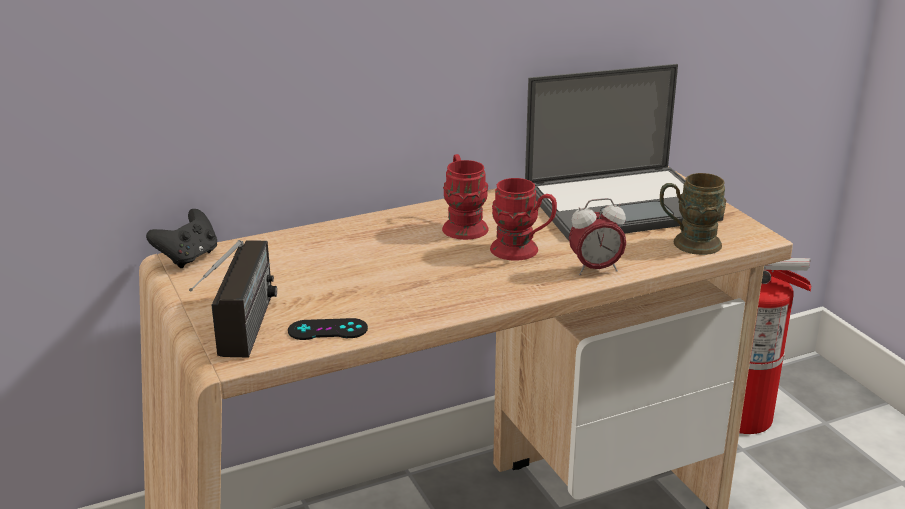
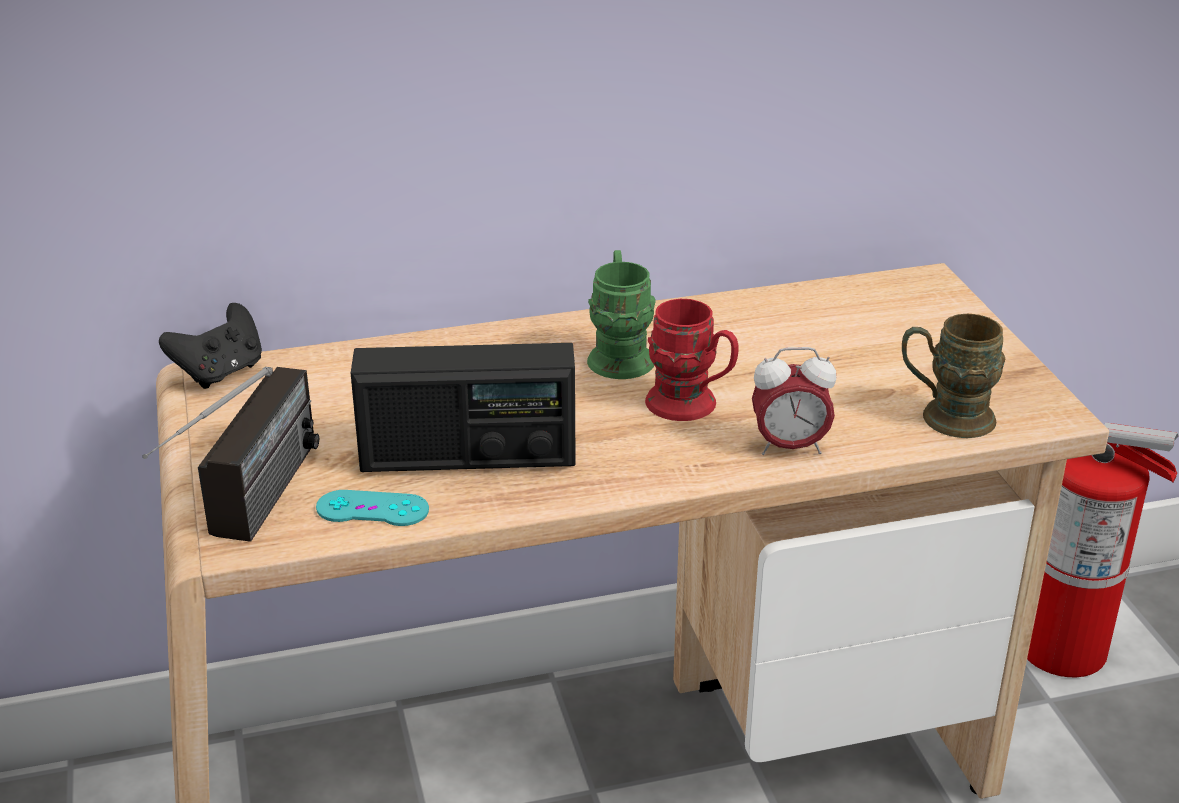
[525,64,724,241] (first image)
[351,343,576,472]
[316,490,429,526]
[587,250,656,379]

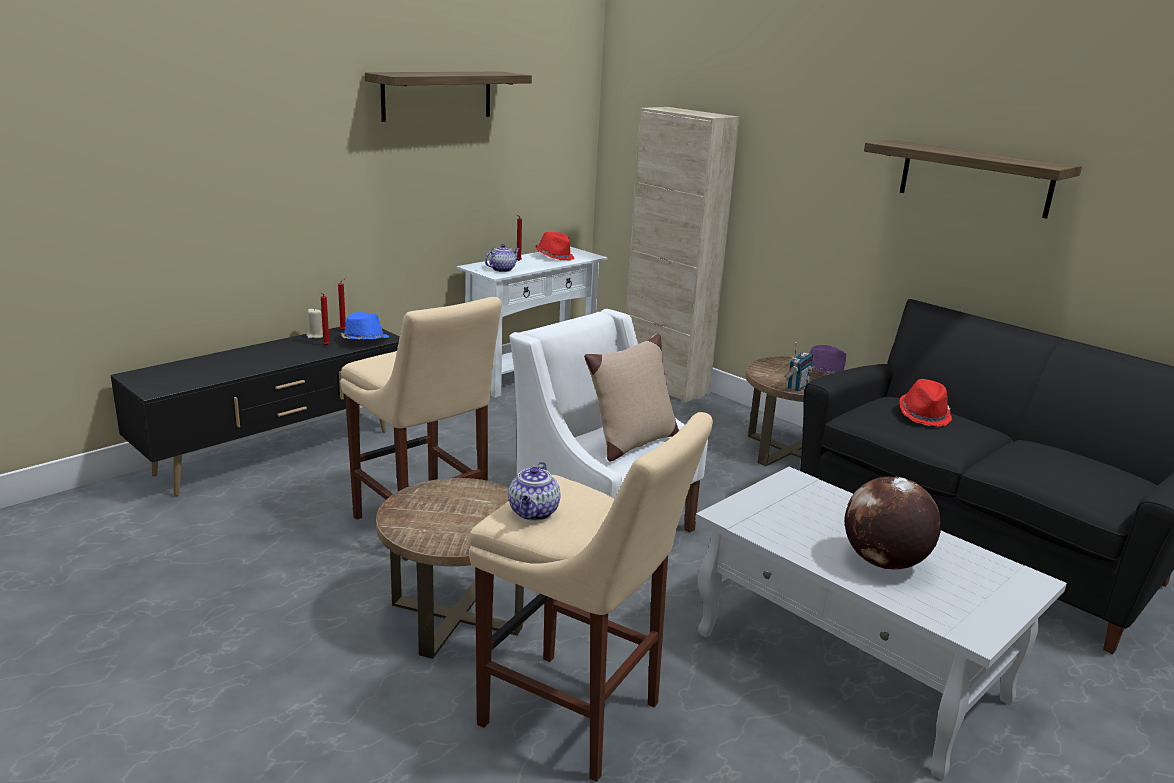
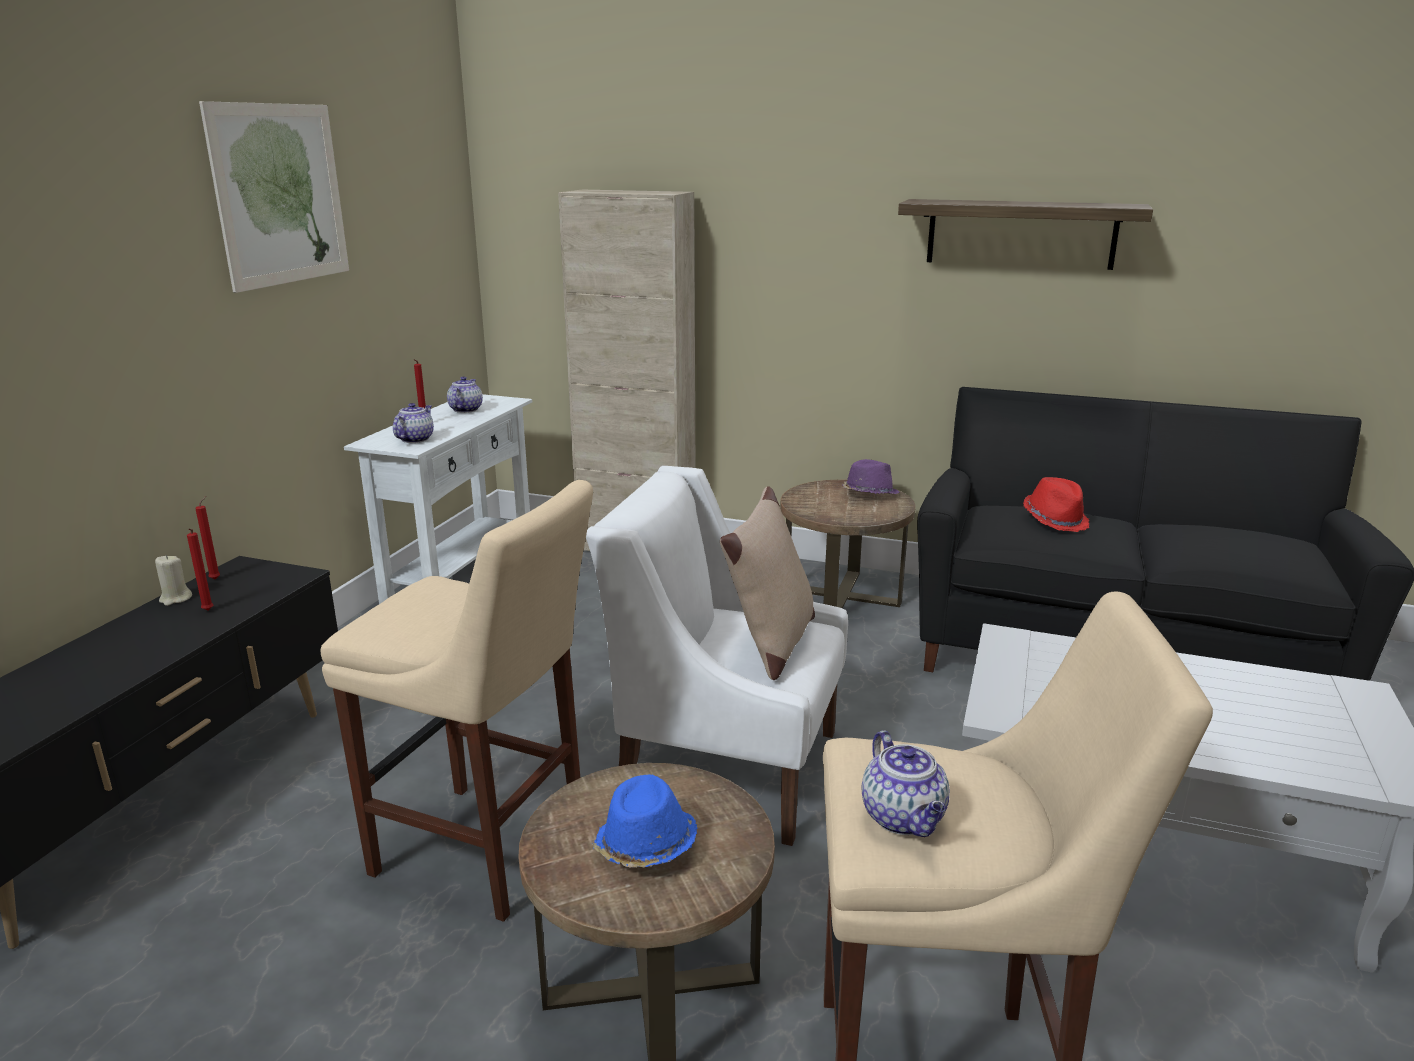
[784,342,813,392] (first image)
[845,476,941,570] (first image)
[592,774,698,868]
[199,101,349,293]
[447,376,483,413]

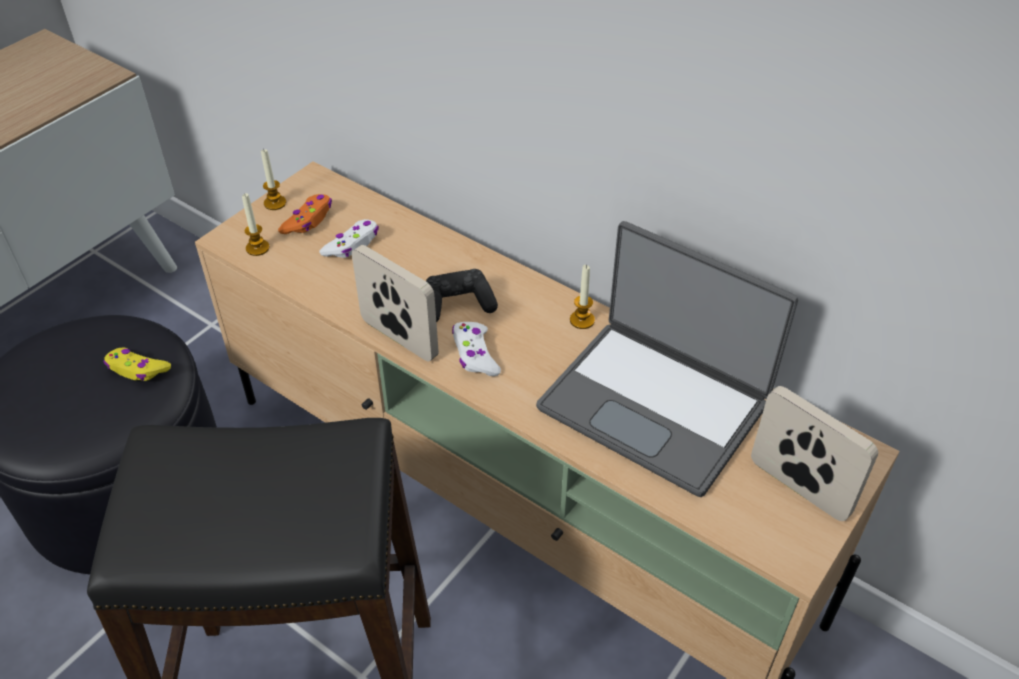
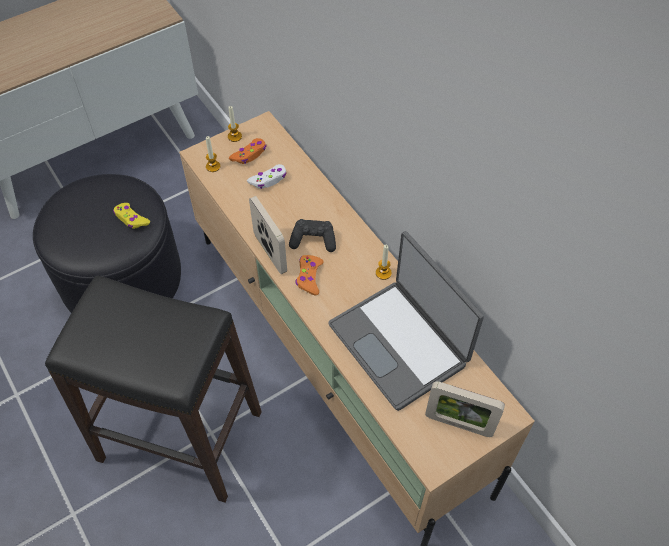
[295,255,324,296]
[425,381,505,437]

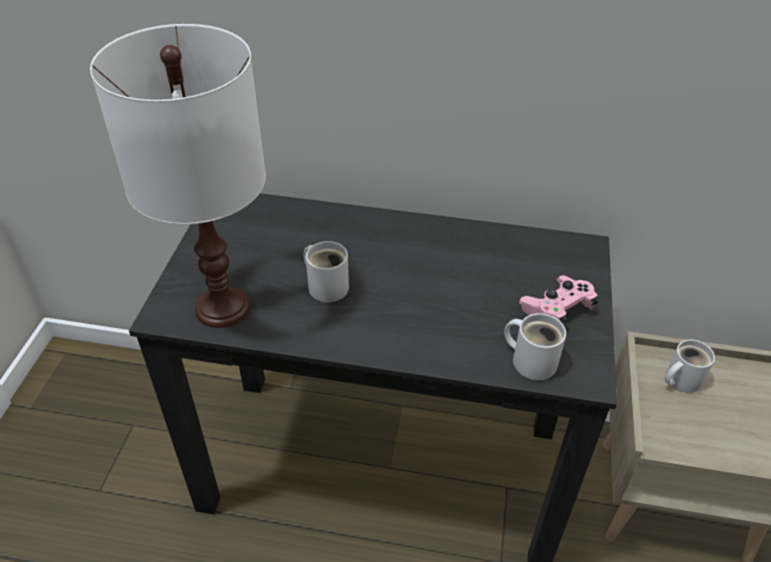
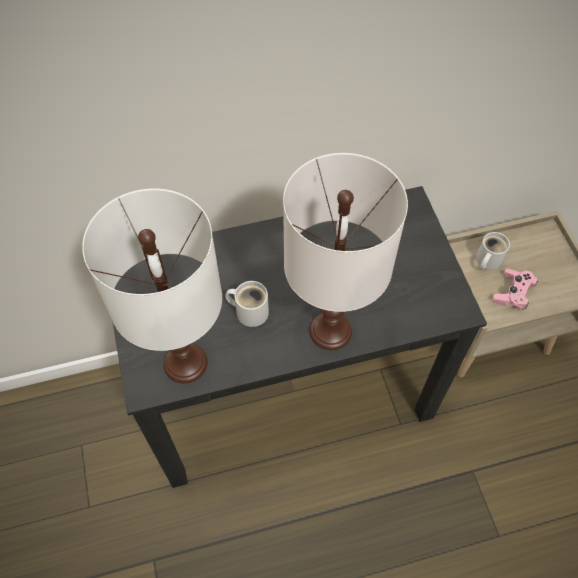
[504,313,566,380] (first image)
[283,153,408,350]
[492,269,538,310]

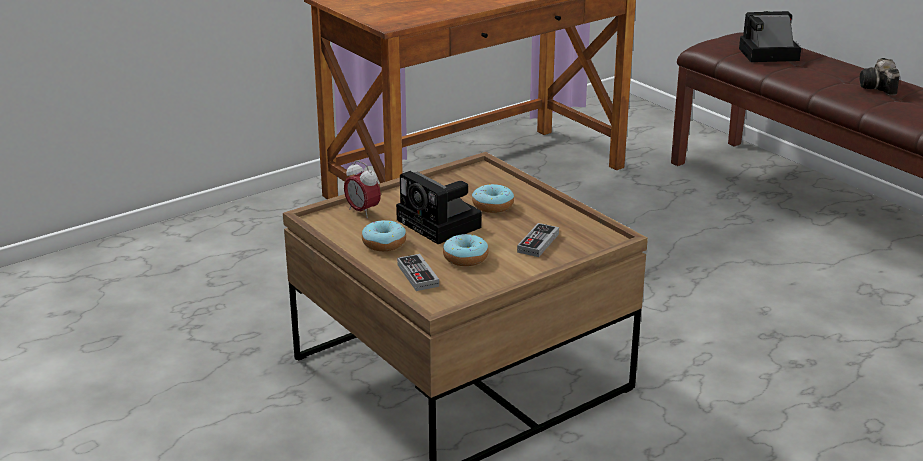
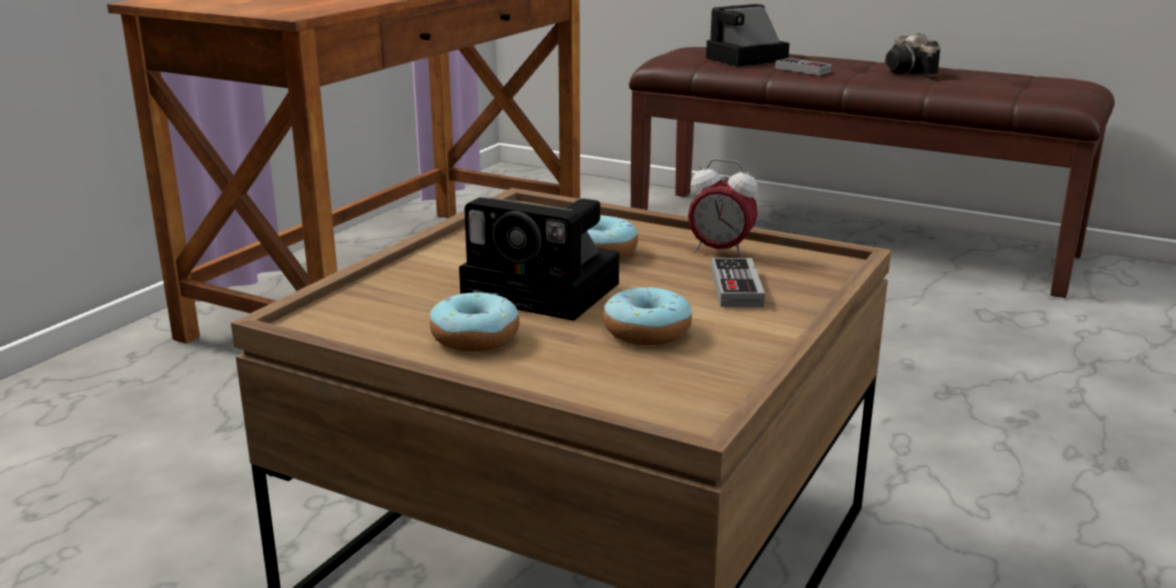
[688,159,758,258]
[775,58,832,75]

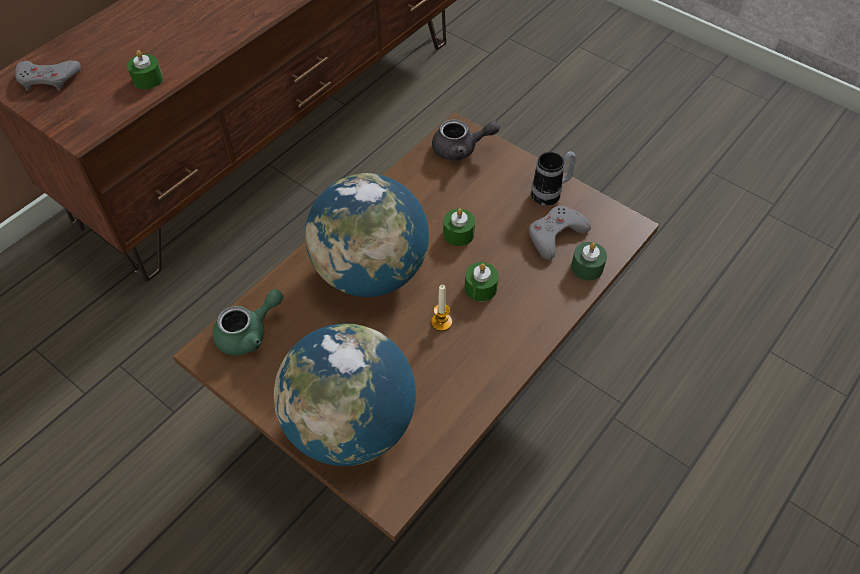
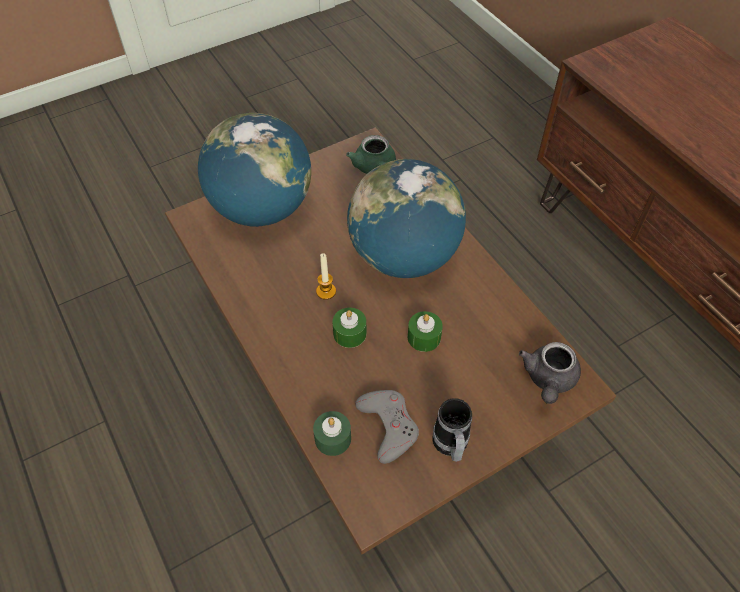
[15,60,81,91] (first image)
[127,50,163,89] (first image)

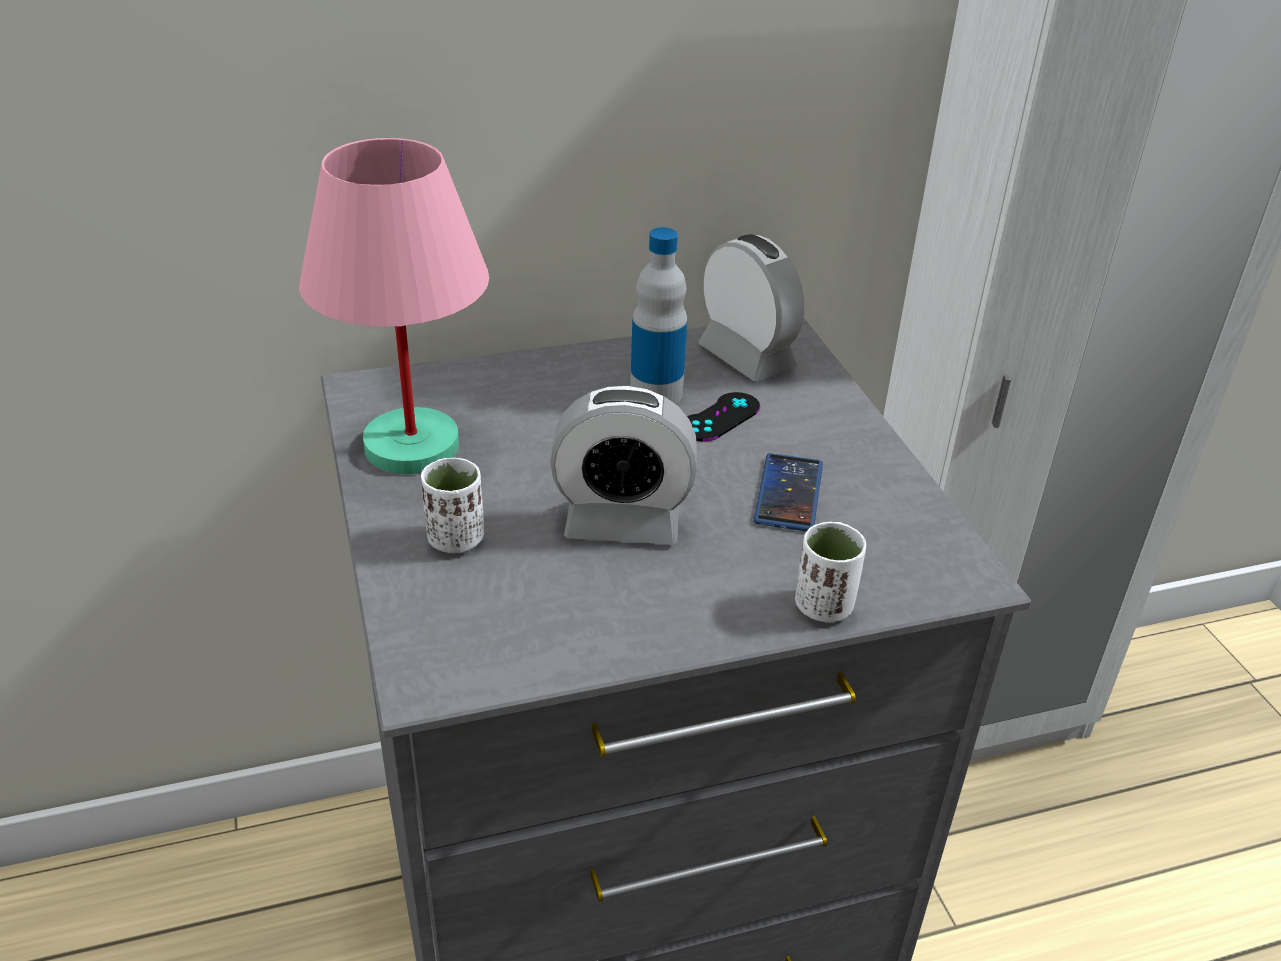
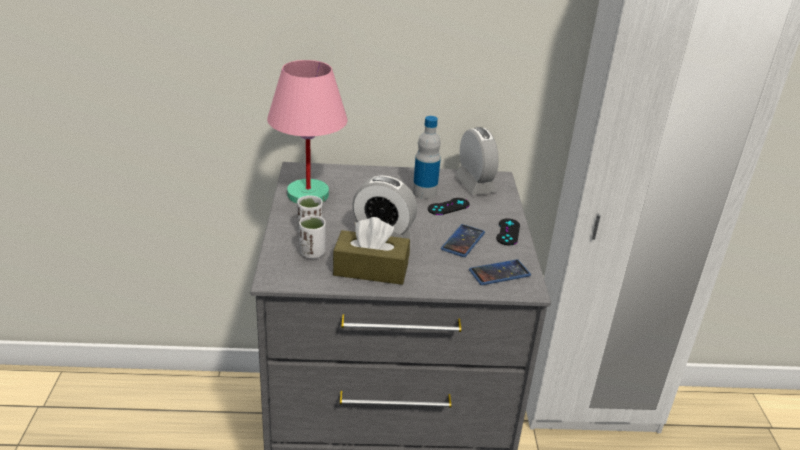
[333,217,410,285]
[469,259,531,285]
[496,218,520,245]
[299,215,326,259]

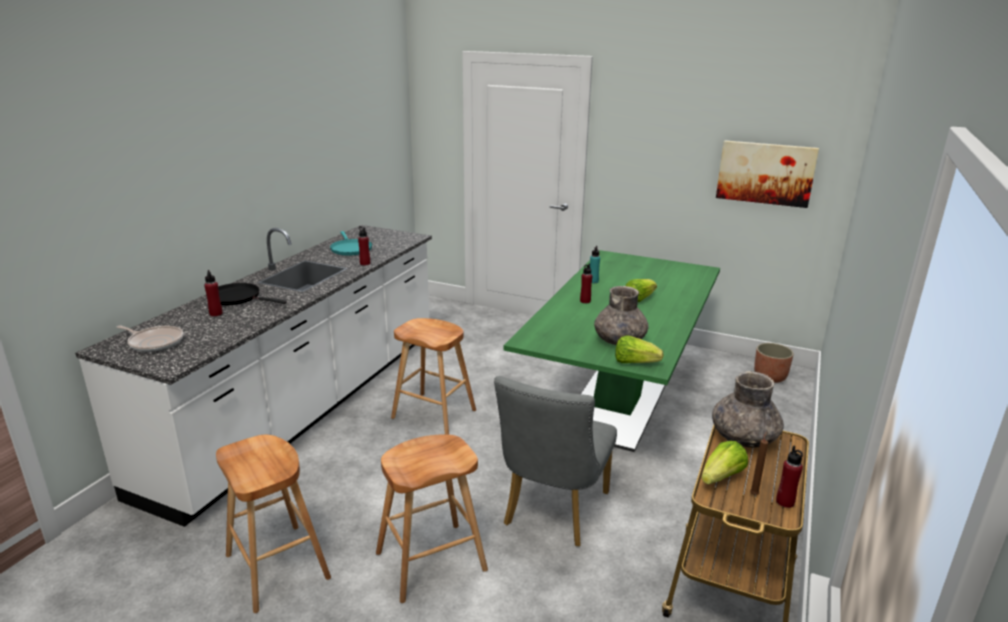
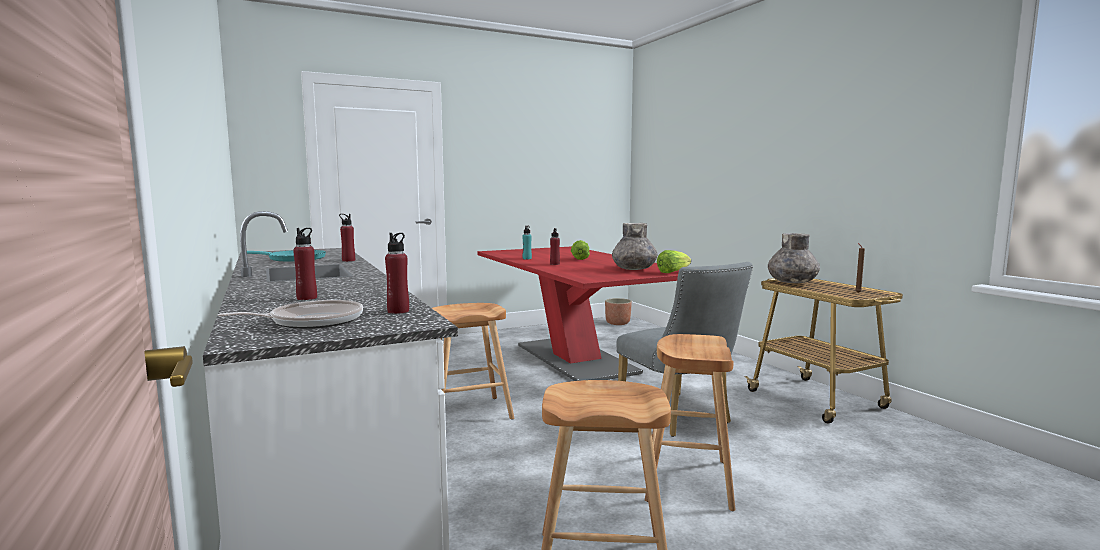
[206,283,287,305] (first image)
[701,441,748,484] (first image)
[716,140,819,208] (first image)
[385,233,409,314]
[477,246,679,381]

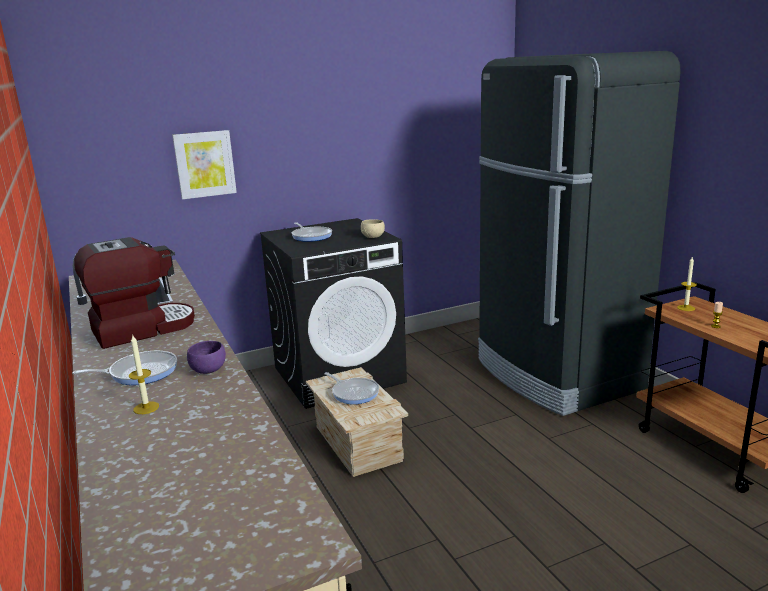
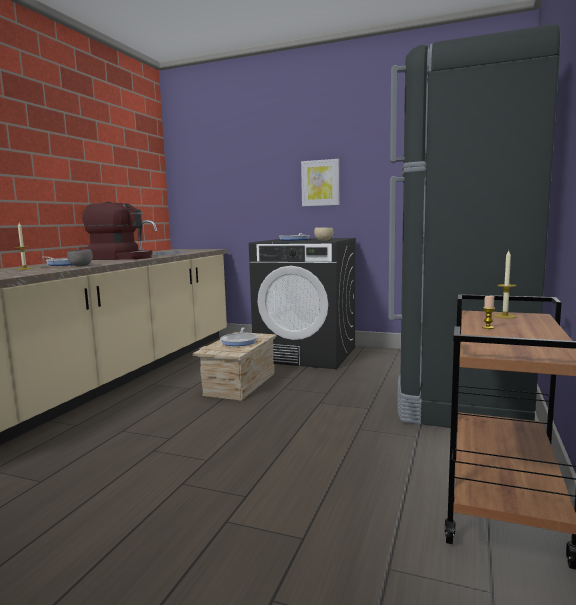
[301,159,339,206]
[67,250,93,266]

